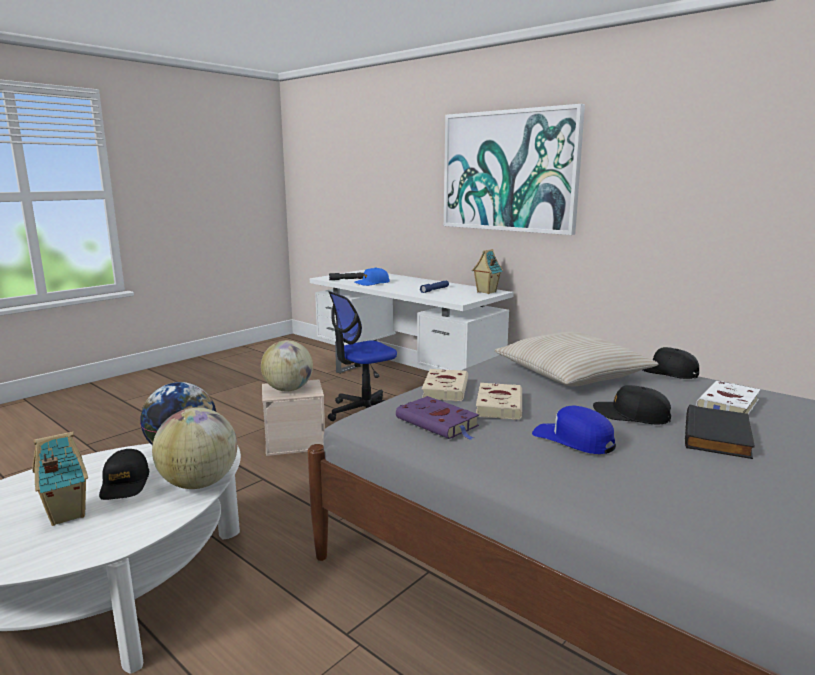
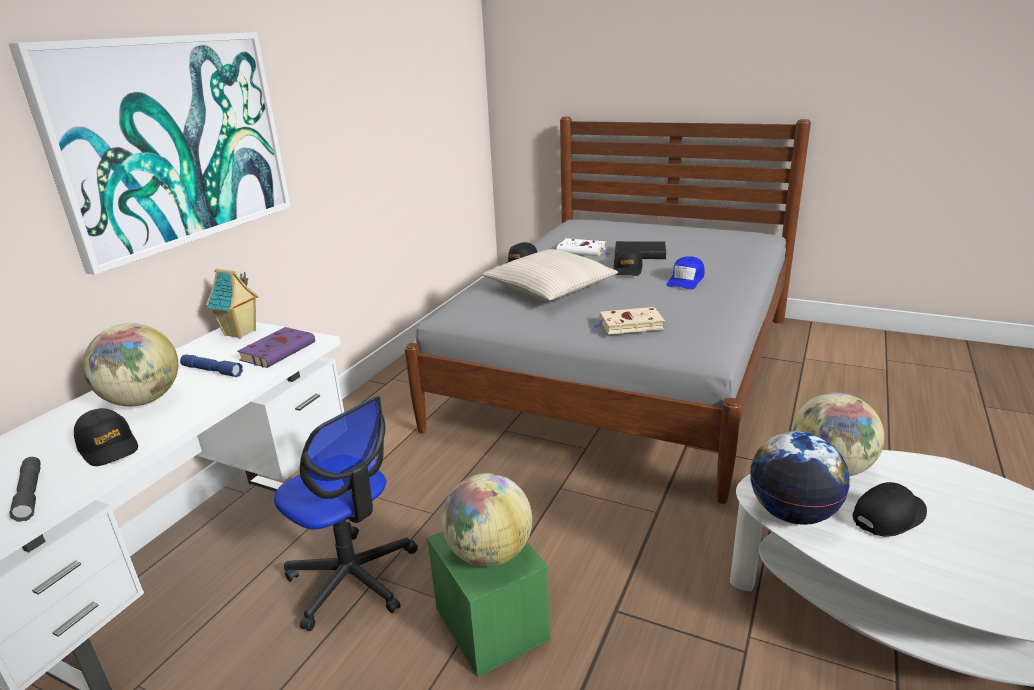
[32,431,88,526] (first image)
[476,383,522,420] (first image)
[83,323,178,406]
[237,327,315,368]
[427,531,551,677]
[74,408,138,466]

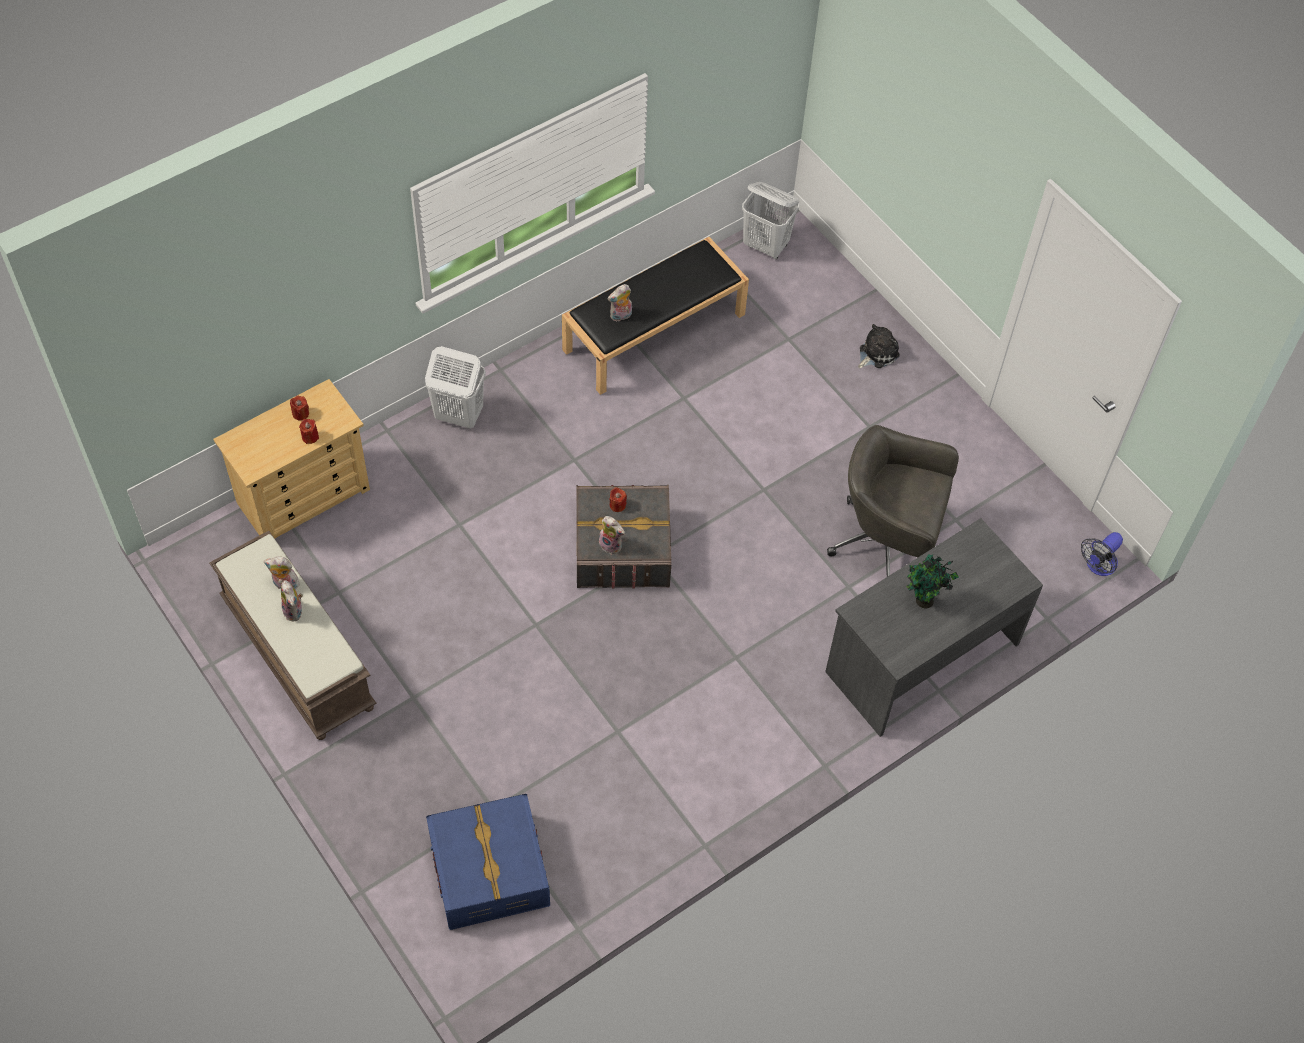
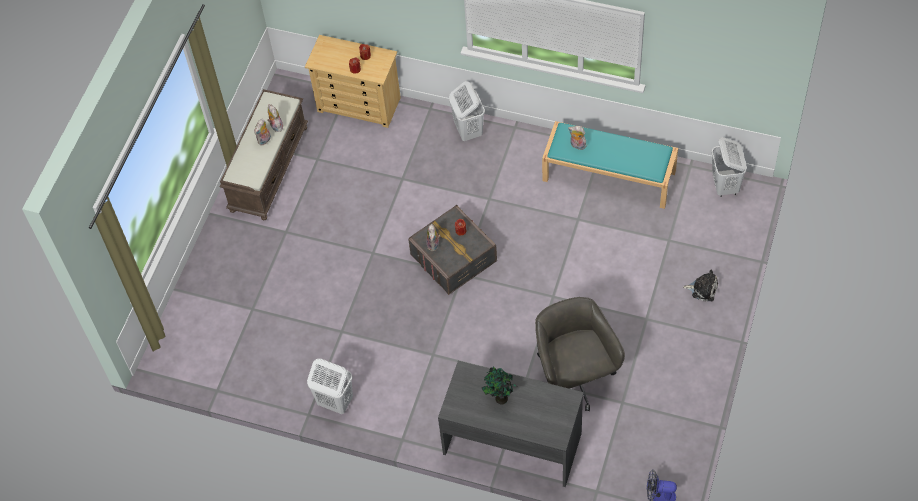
[426,794,550,930] (first image)
[307,358,353,414]
[542,121,678,209]

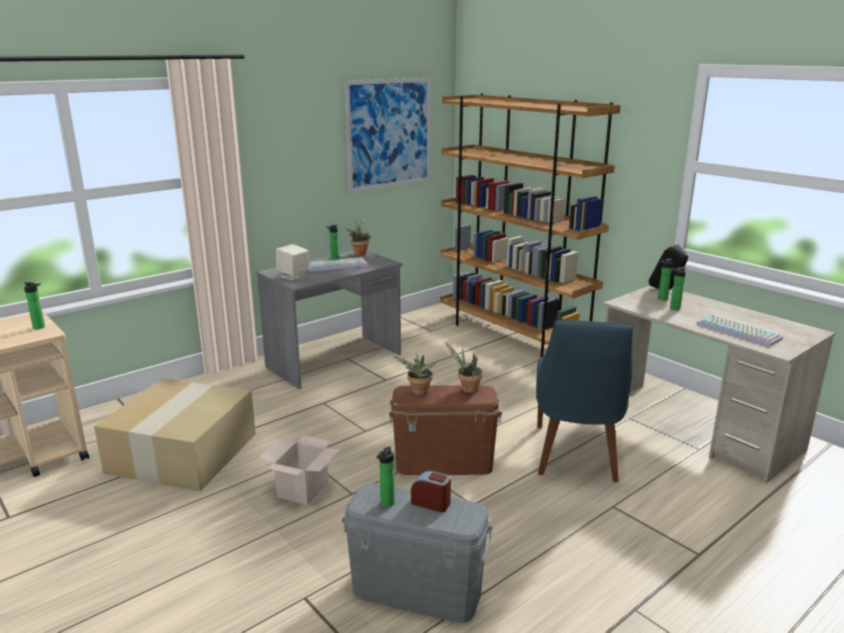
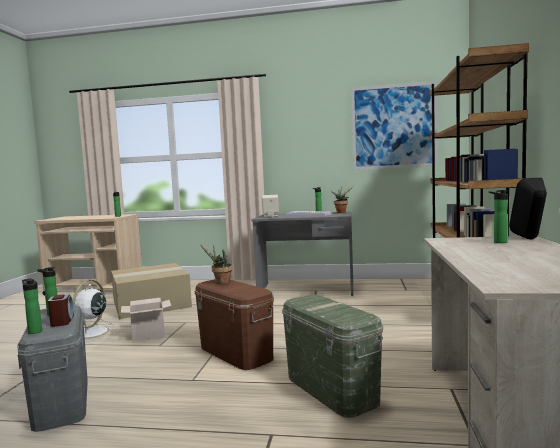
[446,343,483,393] (first image)
[696,315,783,347] (first image)
[72,280,115,341]
[22,278,42,334]
[282,295,383,418]

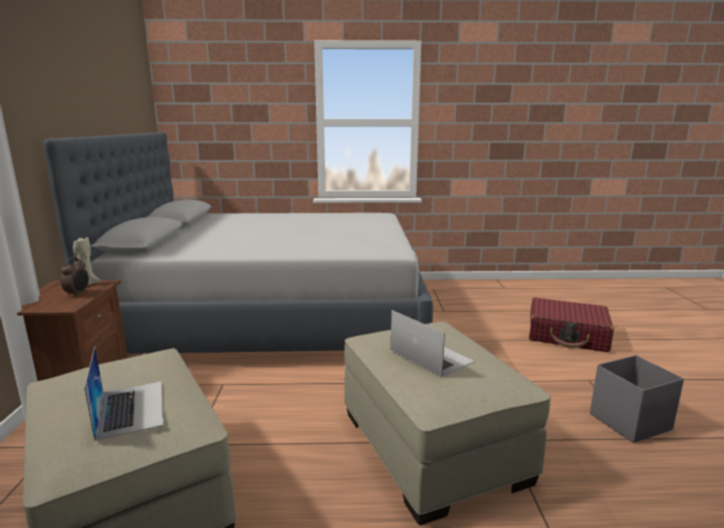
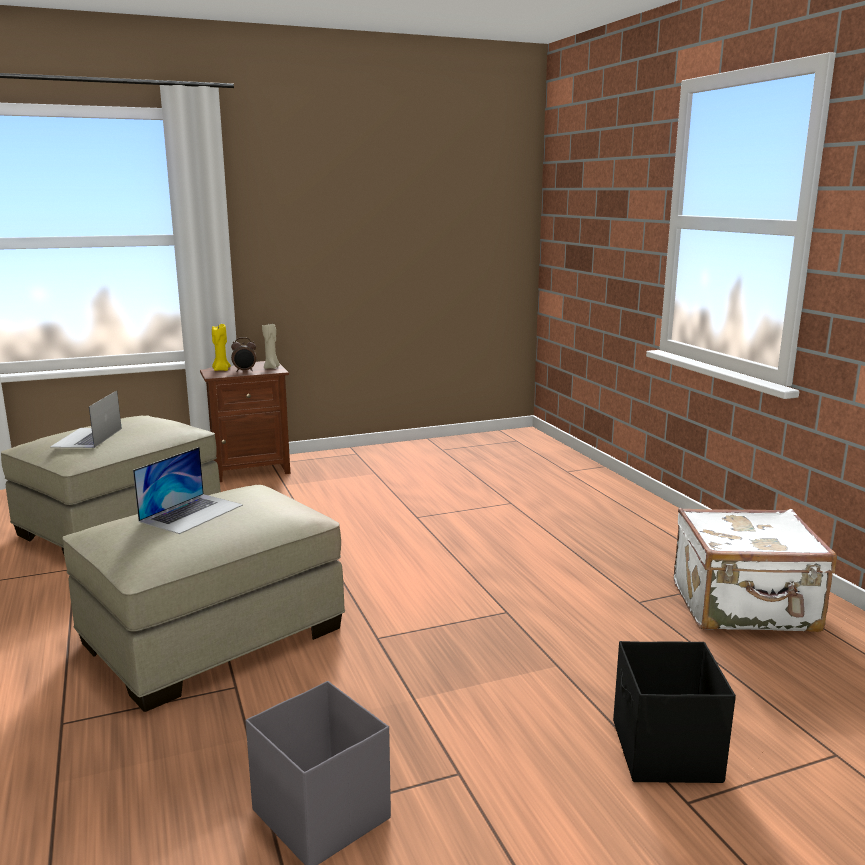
[43,132,433,354] (first image)
[212,324,231,371]
[674,508,837,632]
[613,641,736,783]
[50,391,122,448]

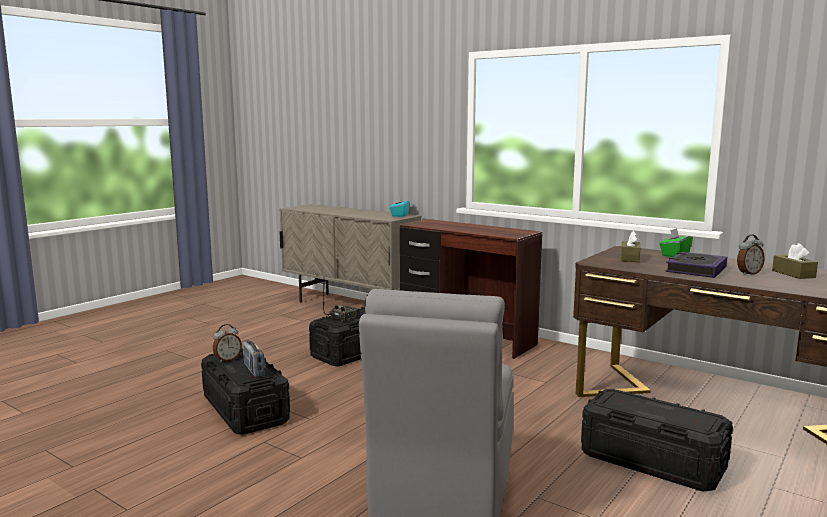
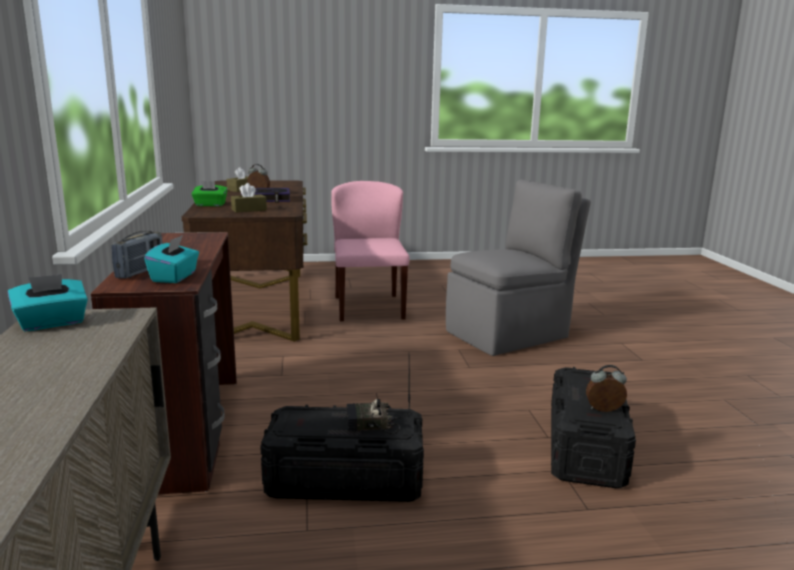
[144,235,199,283]
[111,231,163,278]
[331,181,410,321]

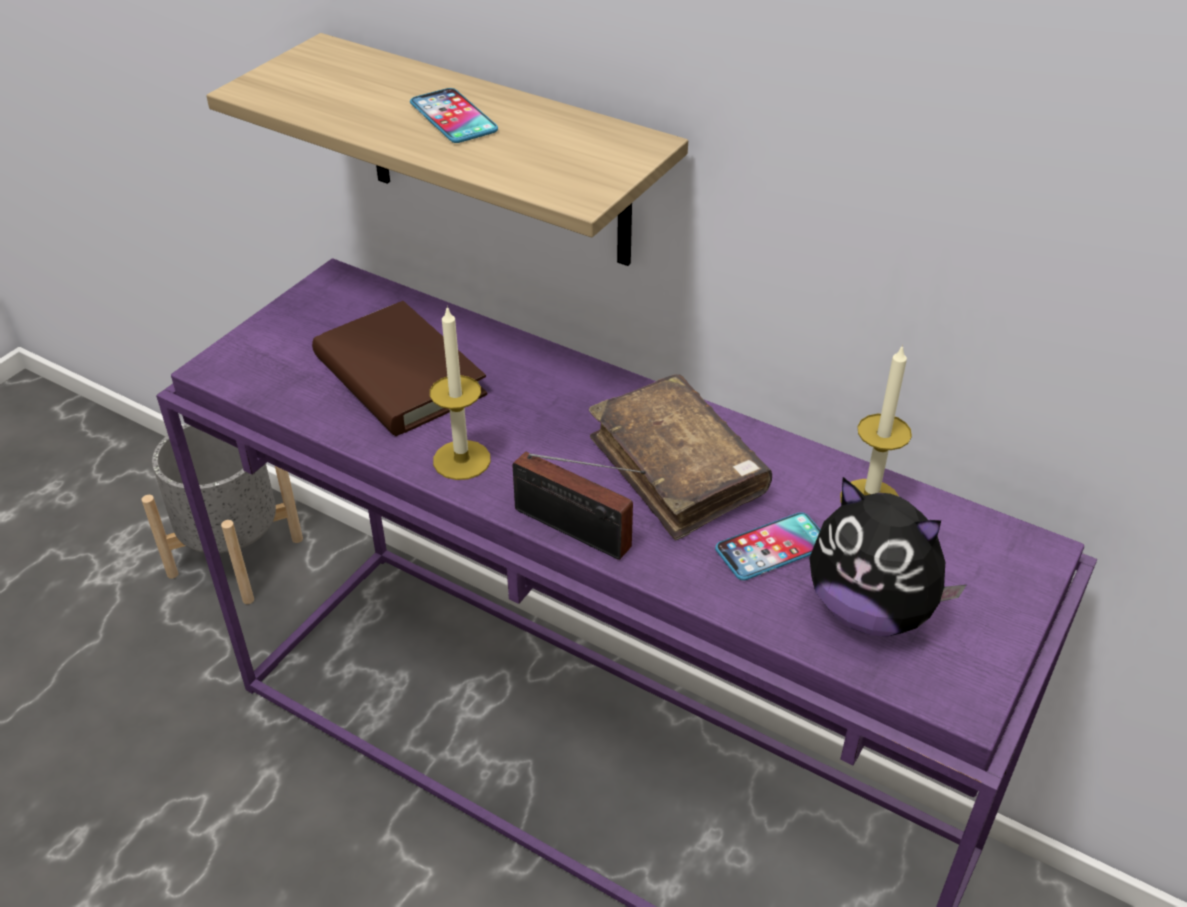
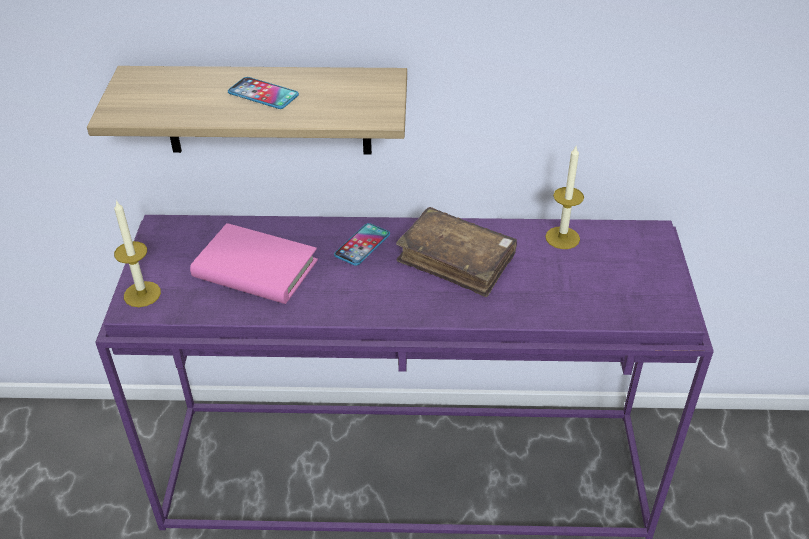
[141,424,303,604] (first image)
[512,452,646,560] (first image)
[809,477,966,637] (first image)
[114,200,161,307]
[334,223,390,266]
[190,223,318,304]

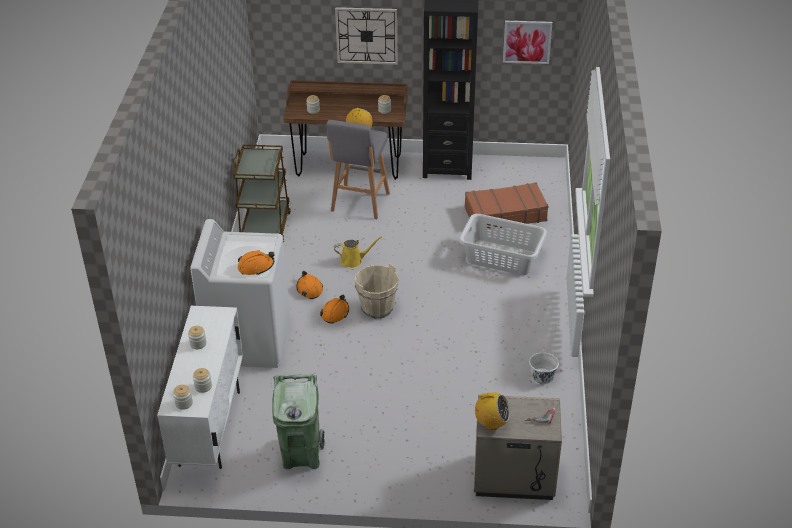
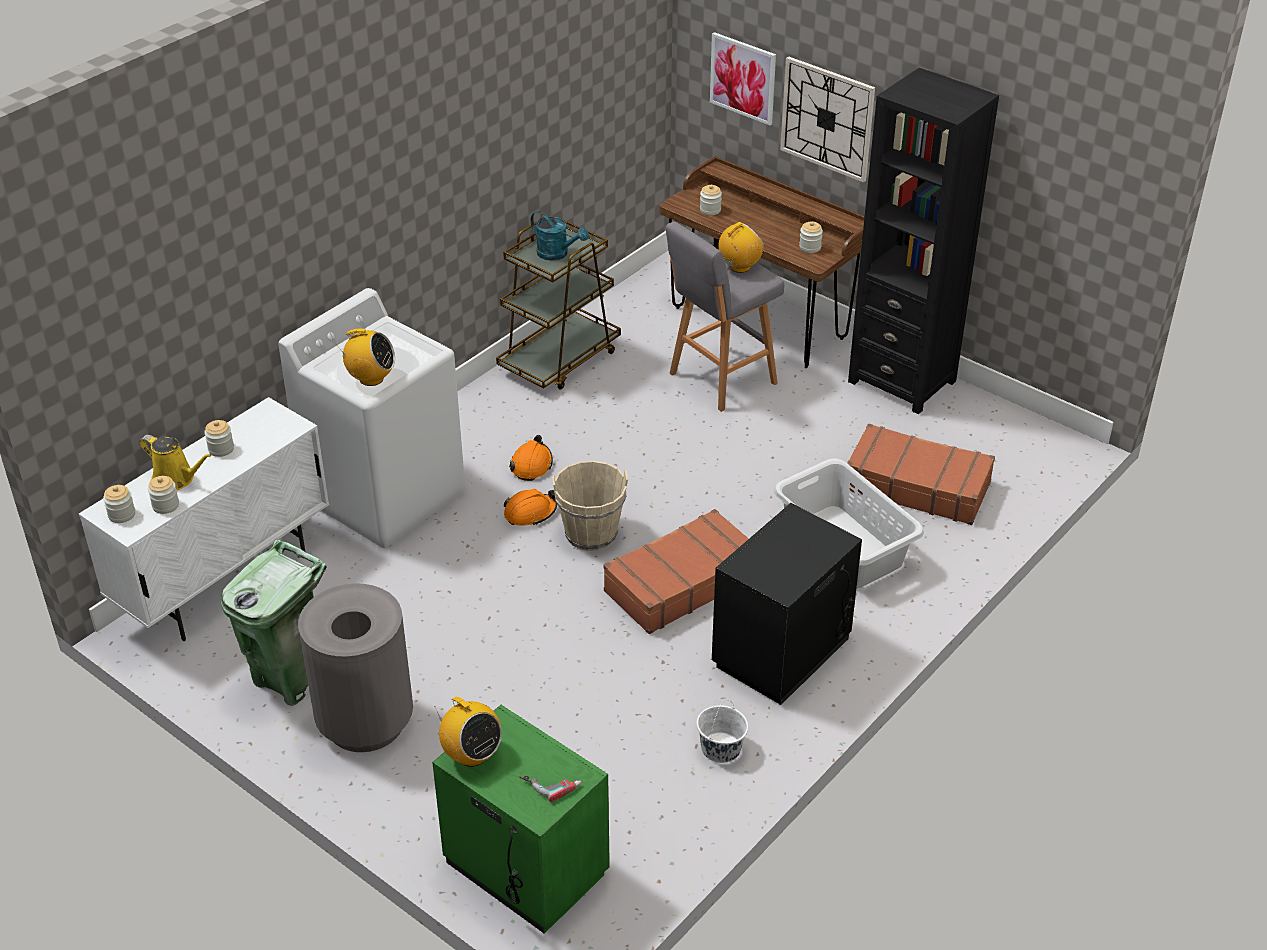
[298,583,413,752]
[531,211,589,261]
[604,509,749,634]
[712,503,862,705]
[139,435,212,490]
[710,32,776,125]
[339,329,395,386]
[432,705,610,934]

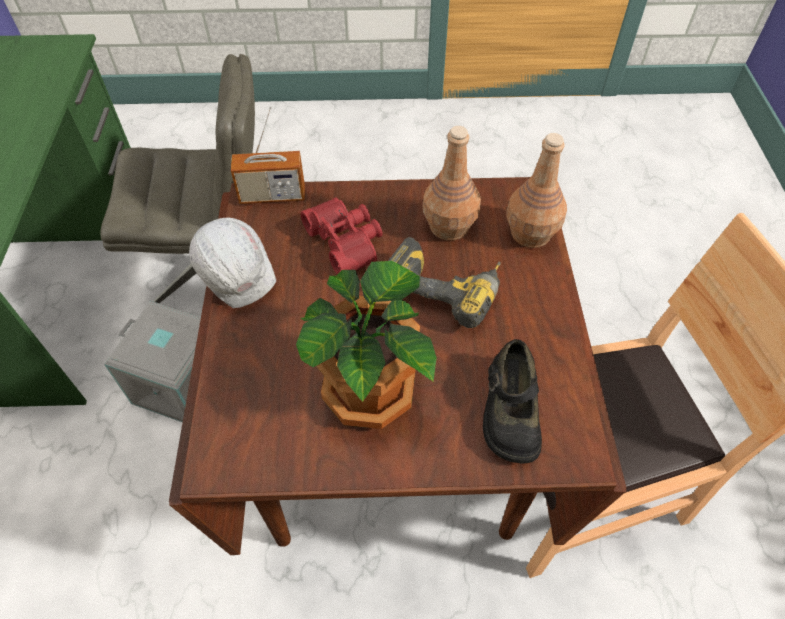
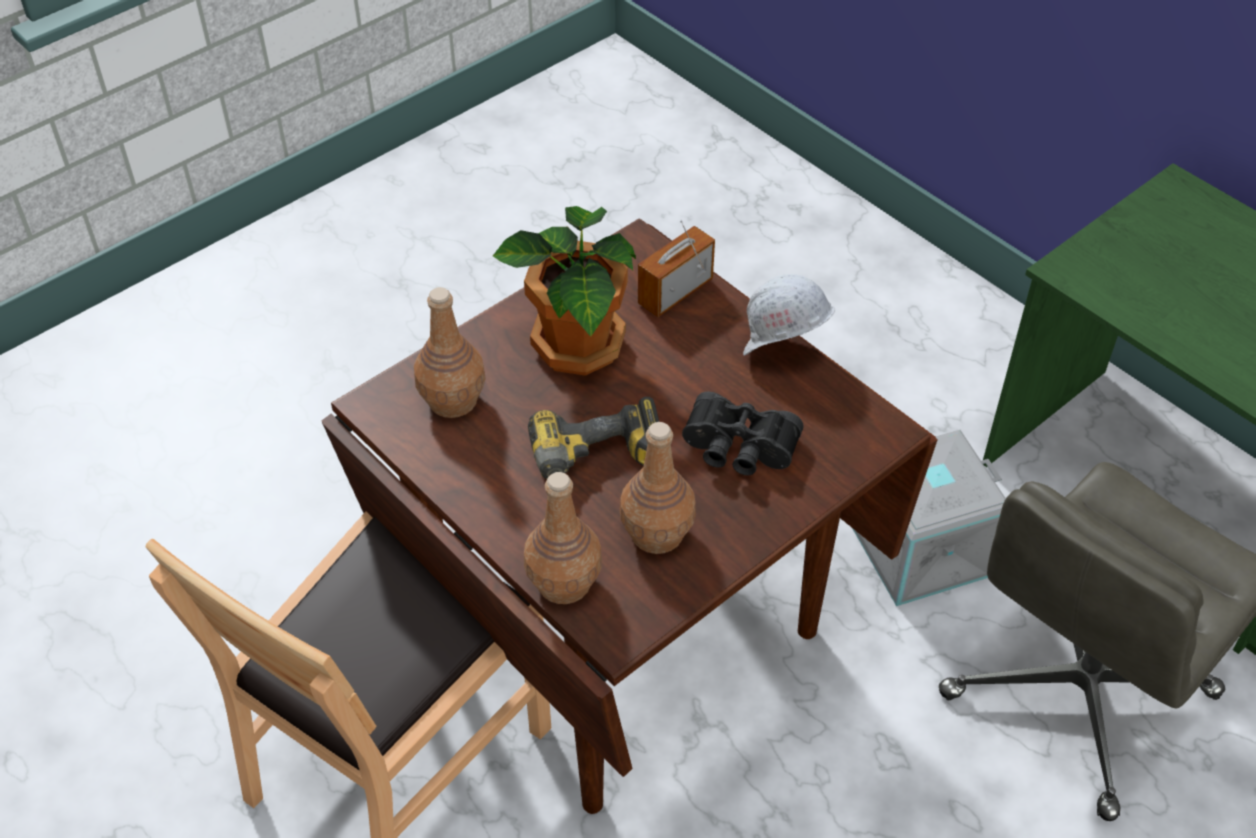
[638,220,715,317]
[414,287,486,418]
[682,392,804,476]

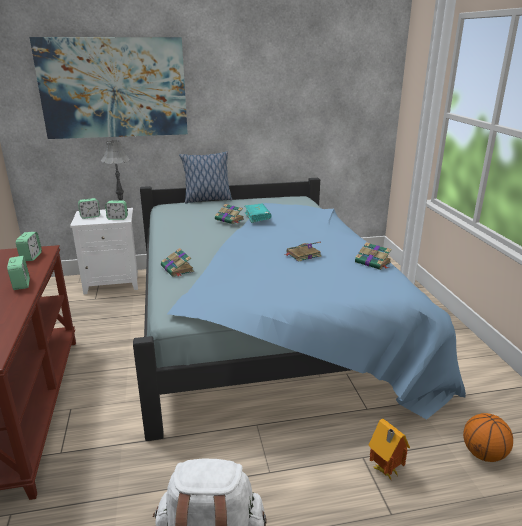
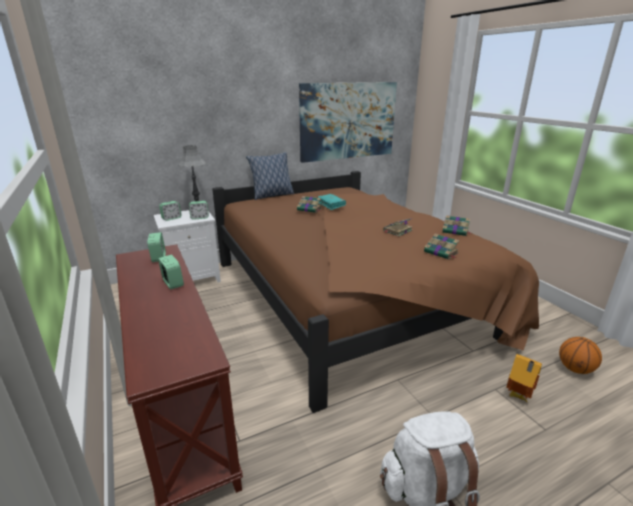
[299,82,397,163]
[424,234,459,259]
[212,171,539,413]

